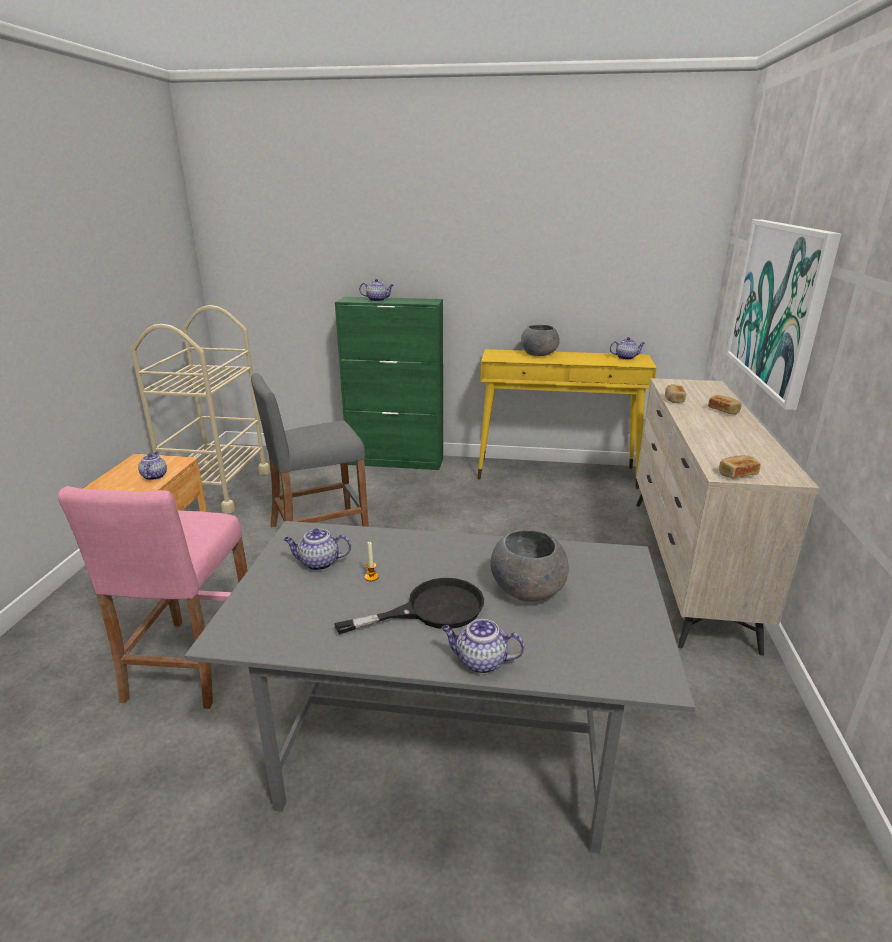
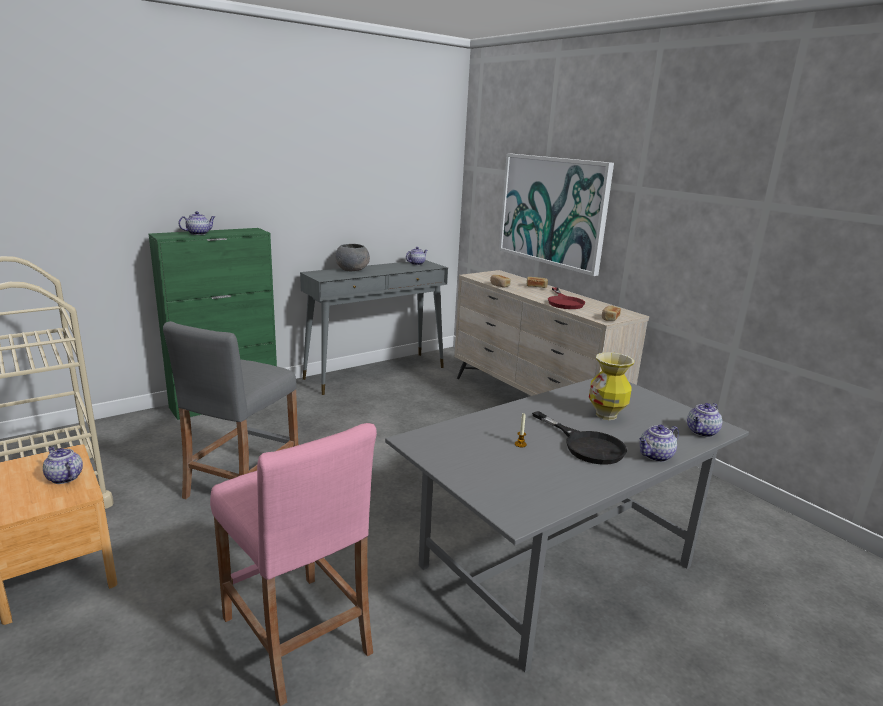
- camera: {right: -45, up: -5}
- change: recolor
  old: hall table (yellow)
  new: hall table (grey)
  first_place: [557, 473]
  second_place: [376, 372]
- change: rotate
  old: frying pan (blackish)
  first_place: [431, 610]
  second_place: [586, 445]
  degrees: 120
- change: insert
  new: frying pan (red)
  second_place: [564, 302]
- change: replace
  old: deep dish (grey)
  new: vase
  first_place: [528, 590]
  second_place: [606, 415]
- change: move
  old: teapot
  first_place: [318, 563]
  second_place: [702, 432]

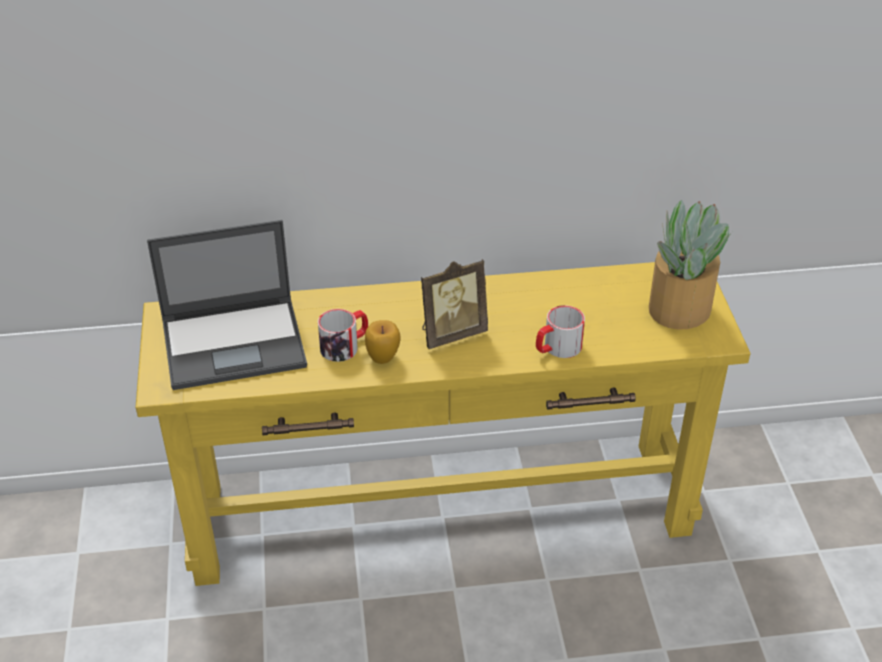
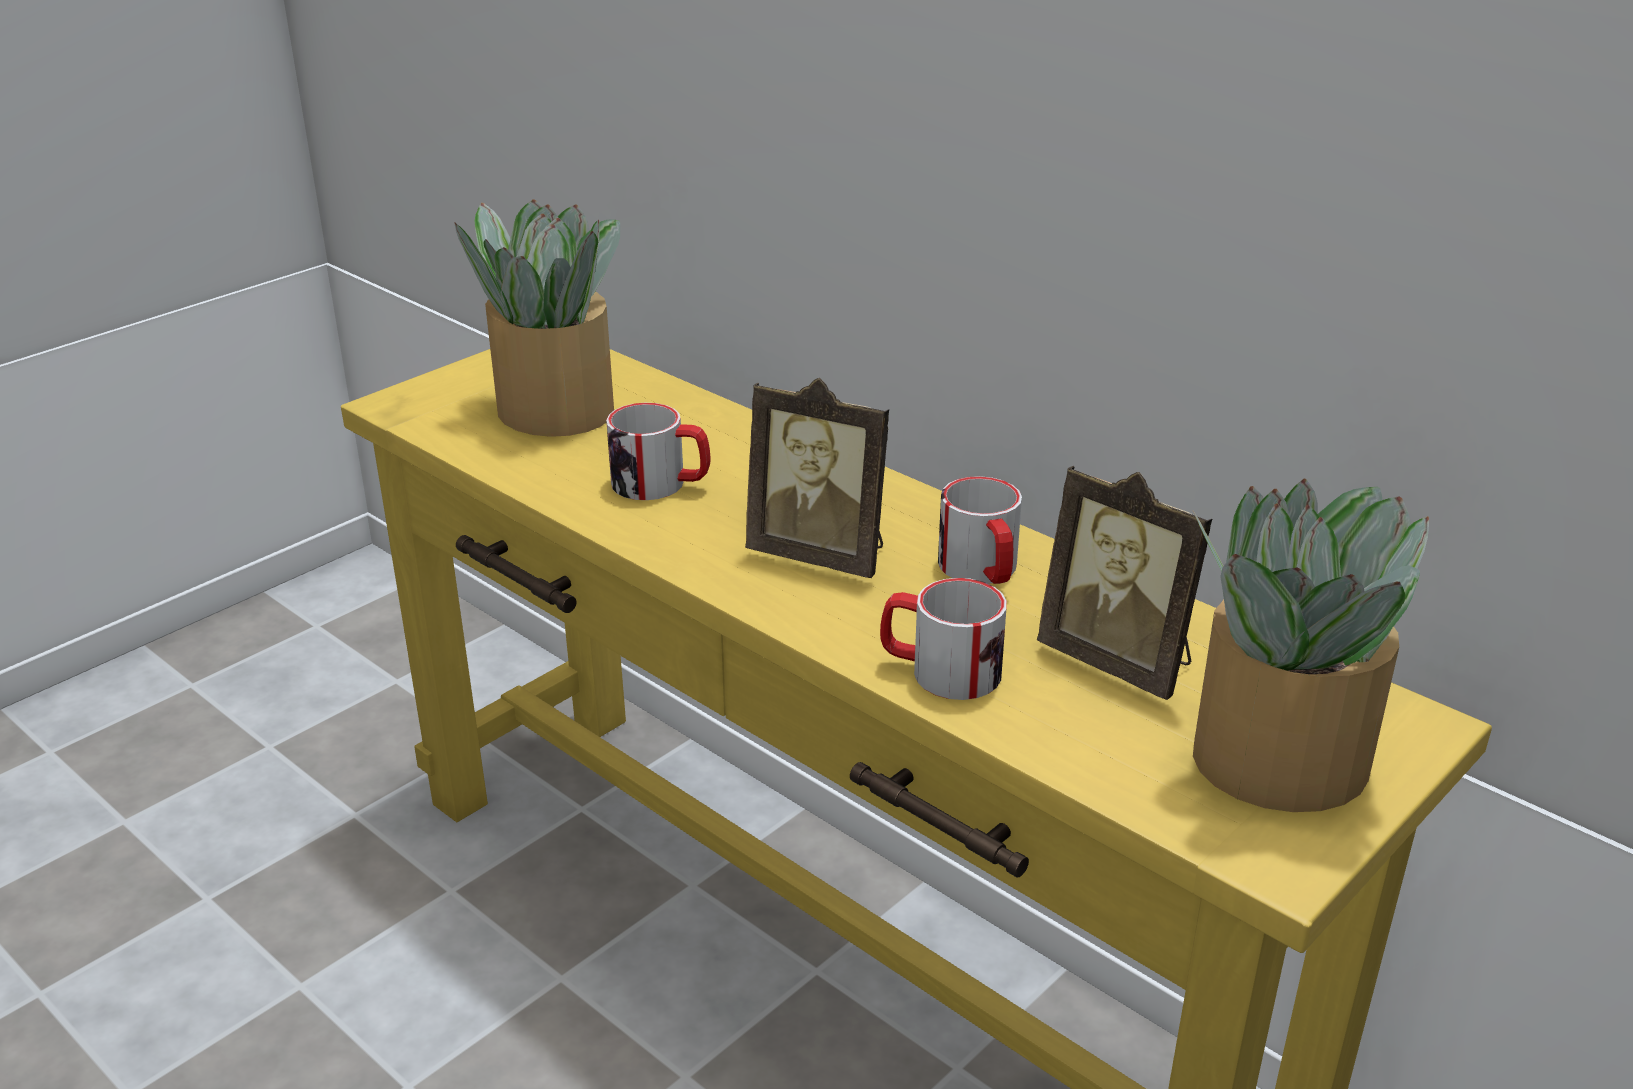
- camera: {right: 50, up: -10}
- change: replace
  old: laptop
  new: plant in a pot
  first_place: [235, 343]
  second_place: [554, 409]
- change: insert
  new: mug
  second_place: [982, 571]
- change: insert
  new: standing frame
  second_place: [1120, 661]
- change: delete
  old: whole apple
  first_place: [383, 358]

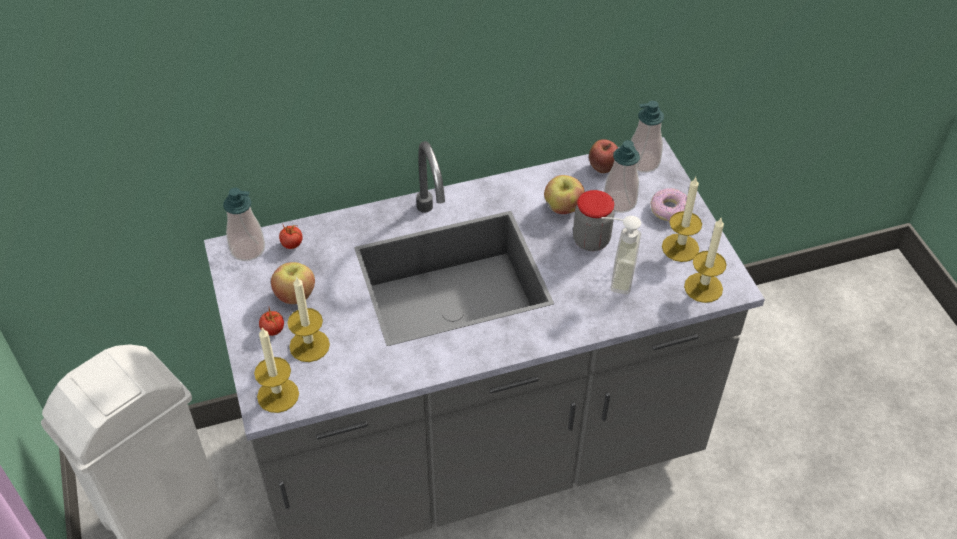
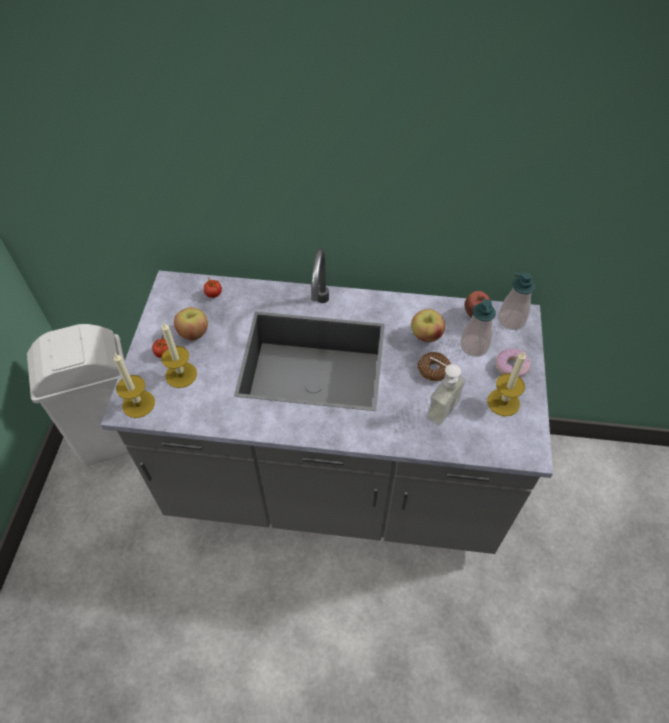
- camera: {right: 25, up: 5}
- change: replace
  old: preserve jar
  new: doughnut
  first_place: [591, 240]
  second_place: [433, 370]
- change: delete
  old: soap dispenser
  first_place: [247, 249]
- change: delete
  old: wax light
  first_place: [703, 287]

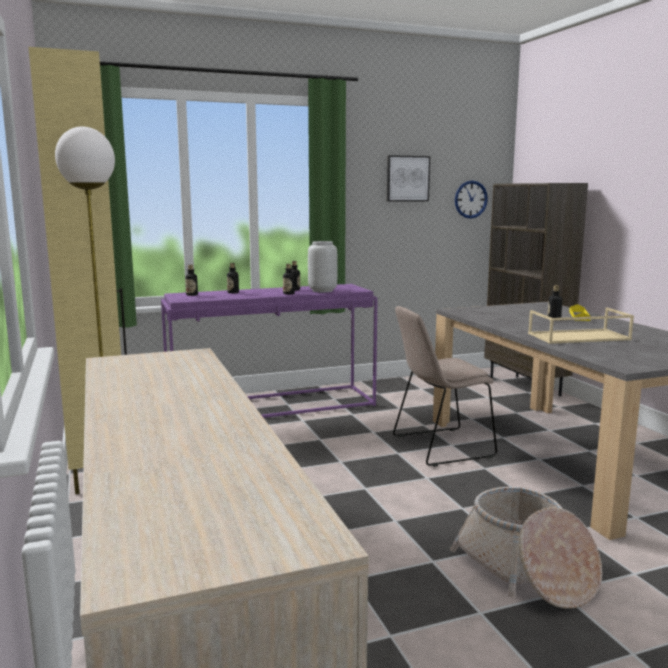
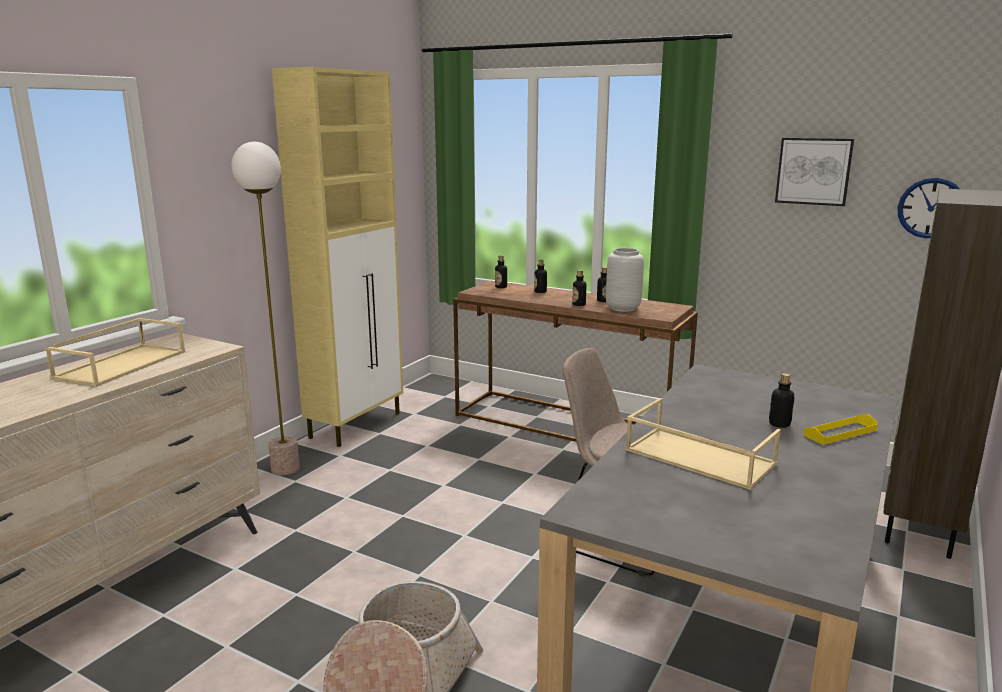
- camera: {right: 50, up: 5}
- change: insert
  new: carrying tray (sand-coloured)
  second_place: [121, 364]
- change: recolor
  old: hall table (purple)
  new: hall table (brownish)
  first_place: [273, 406]
  second_place: [569, 425]

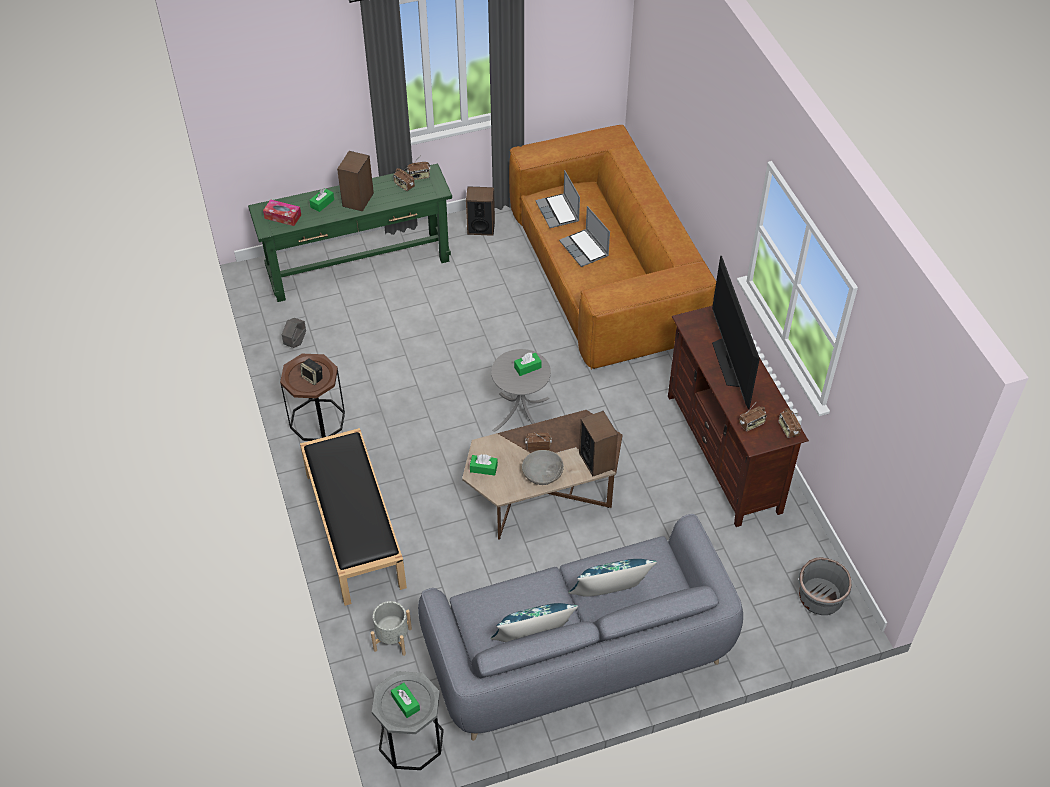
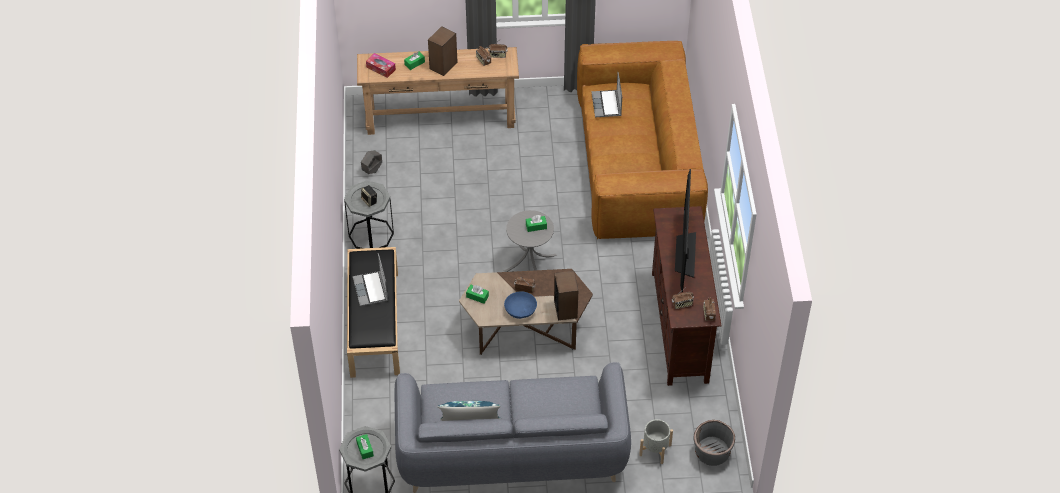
- camera: {right: 15, up: 0}
- change: recolor
  old: side table (brownish)
  new: side table (grey)
  first_place: [317, 420]
  second_place: [371, 235]
- change: move
  old: laptop
  first_place: [585, 249]
  second_place: [371, 290]
- change: recolor
  old: hall table (greenish)
  new: hall table (brownish)
  first_place: [359, 266]
  second_place: [440, 117]
- change: recolor
  old: deep dish (grey)
  new: deep dish (bluish)
  first_place: [542, 473]
  second_place: [520, 310]
- change: move
  old: flower pot (grey)
  first_place: [392, 639]
  second_place: [655, 450]
- change: delete
  old: speaker
  first_place: [481, 227]
- change: delete
  old: cushion (bluish)
  first_place: [609, 596]

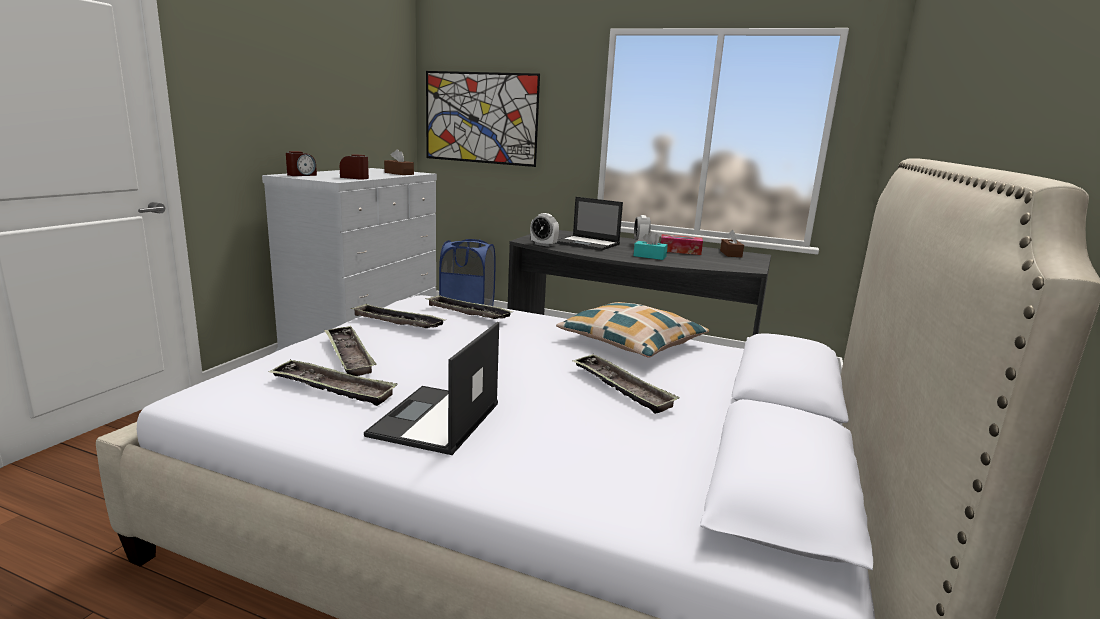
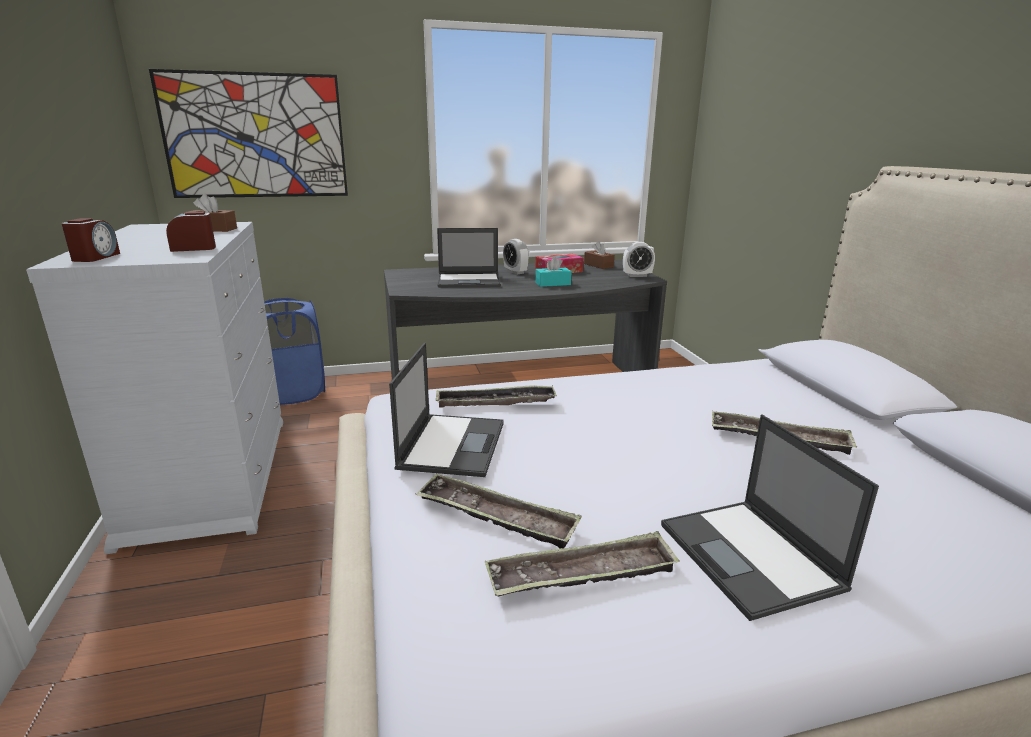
- camera: {right: -35, up: 5}
- change: replace
  old: carrying tray
  new: laptop
  first_place: [397, 322]
  second_place: [452, 444]
- change: move
  old: bedside clock
  first_place: [543, 245]
  second_place: [637, 275]
- change: delete
  old: cushion
  first_place: [632, 343]

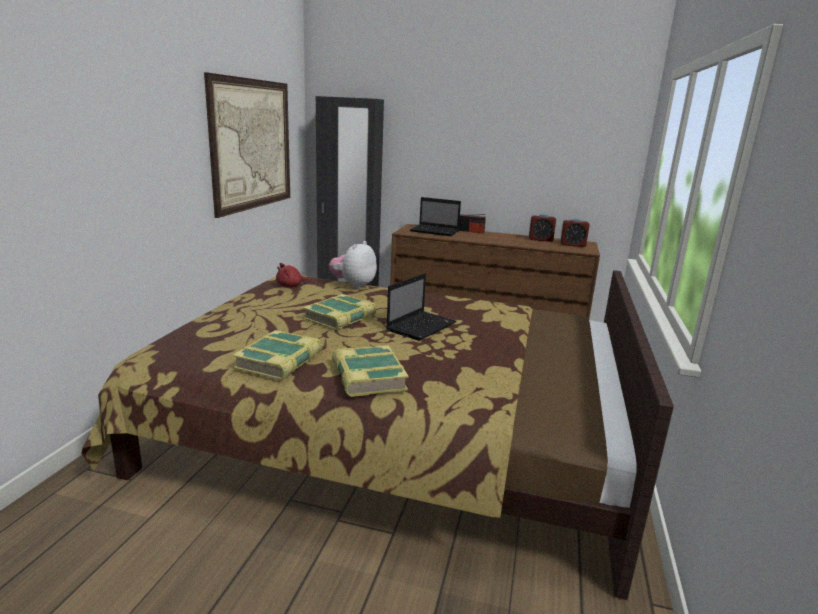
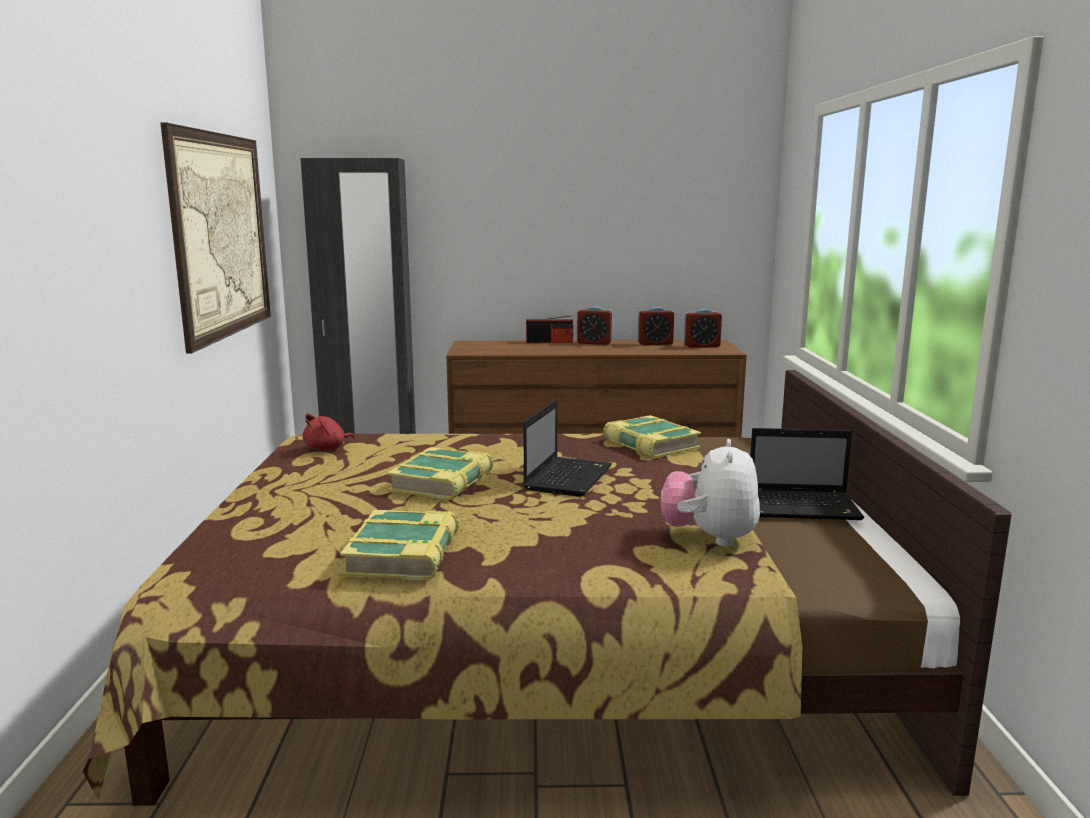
- camera: {right: -15, up: -5}
- change: insert
  new: bedside clock
  second_place: [594, 343]
- change: move
  old: volume
  first_place: [367, 377]
  second_place: [650, 444]
- change: move
  old: soft toy
  first_place: [353, 285]
  second_place: [709, 538]
- change: move
  old: laptop
  first_place: [435, 231]
  second_place: [805, 507]

